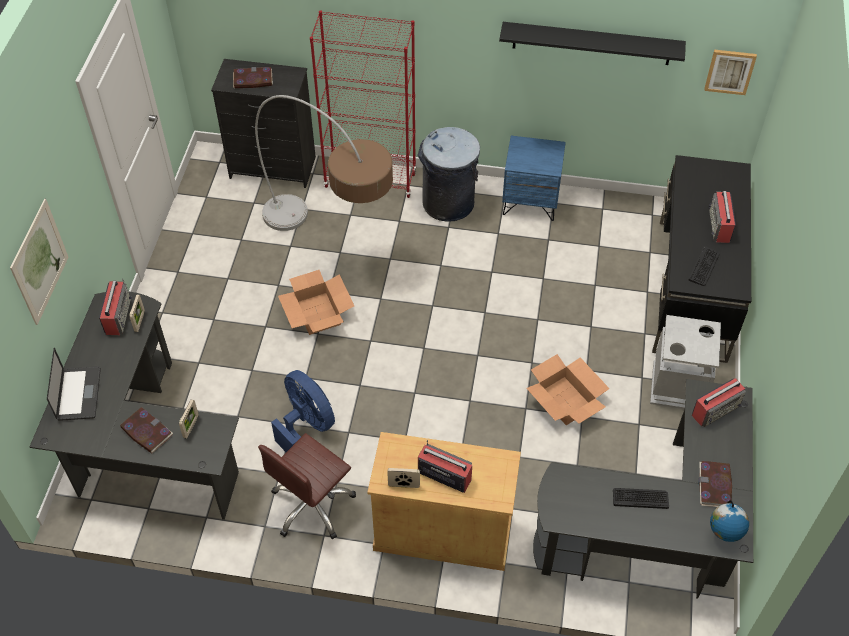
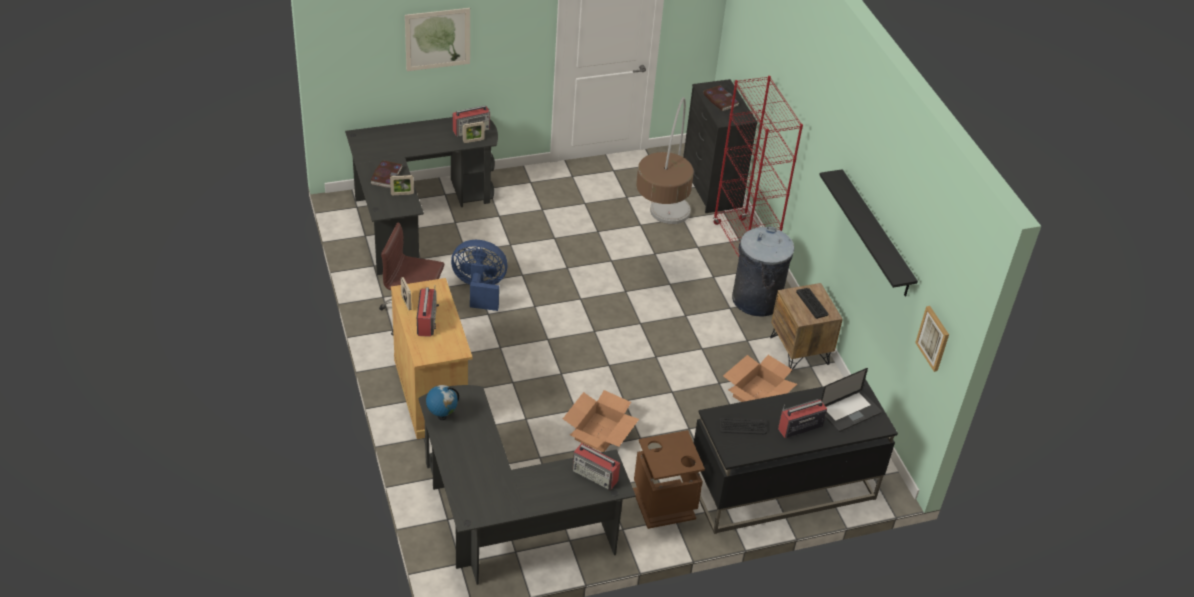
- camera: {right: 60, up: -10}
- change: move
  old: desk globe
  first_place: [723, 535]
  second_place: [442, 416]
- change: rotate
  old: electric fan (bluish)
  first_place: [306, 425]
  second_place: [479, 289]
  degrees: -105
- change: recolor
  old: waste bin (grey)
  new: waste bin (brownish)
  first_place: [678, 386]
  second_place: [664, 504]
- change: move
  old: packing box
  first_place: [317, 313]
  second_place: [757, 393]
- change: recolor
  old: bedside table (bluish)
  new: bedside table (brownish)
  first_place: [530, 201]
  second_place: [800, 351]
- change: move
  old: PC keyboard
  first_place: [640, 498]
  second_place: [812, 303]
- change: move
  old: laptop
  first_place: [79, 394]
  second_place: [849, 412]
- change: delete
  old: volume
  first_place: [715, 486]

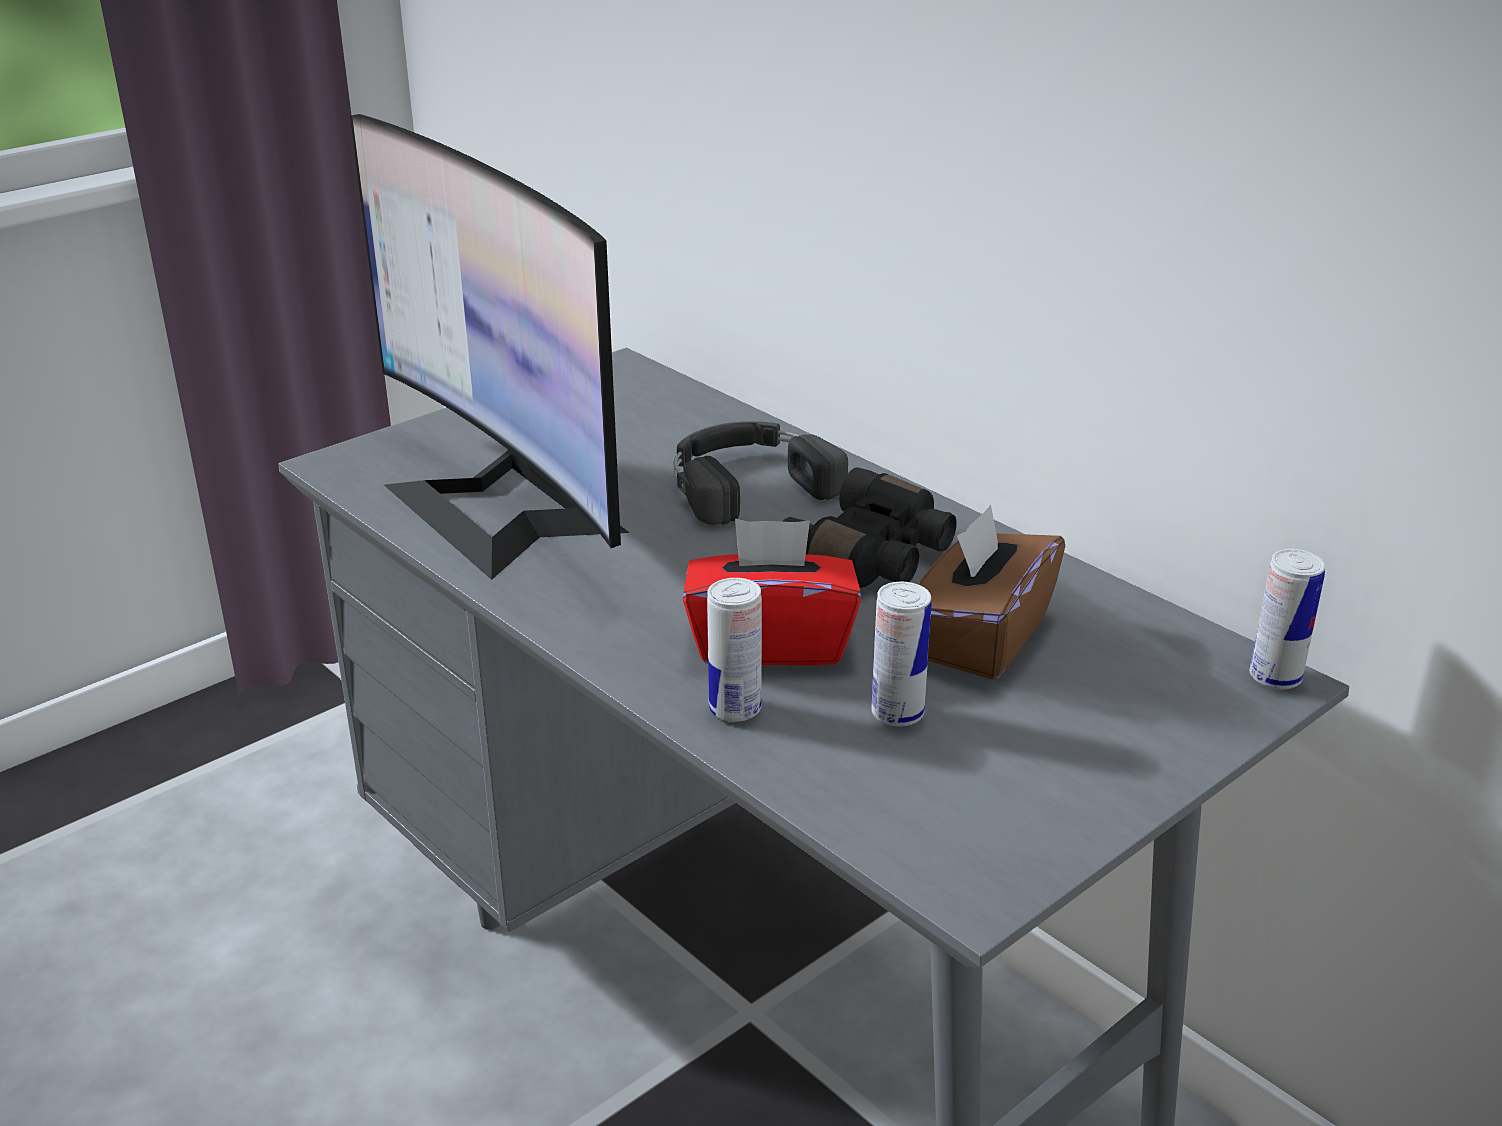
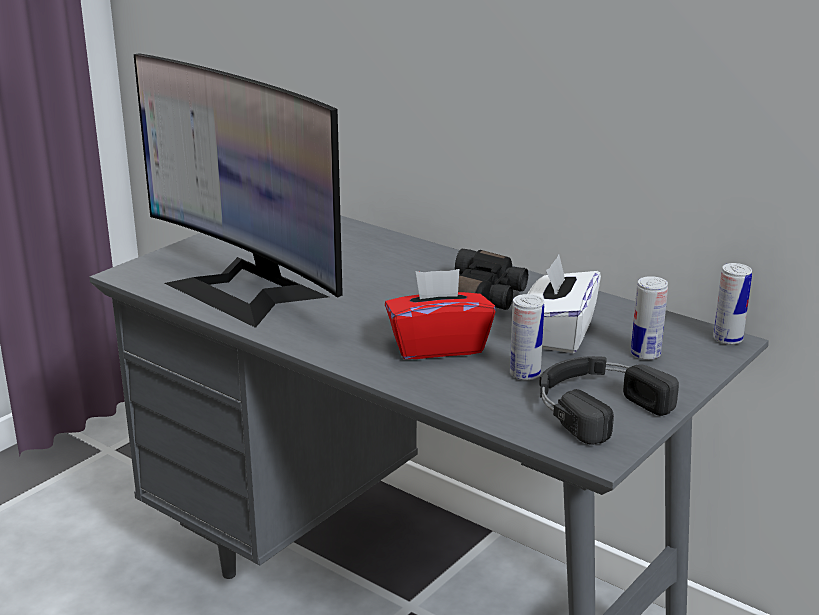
- camera: {right: -10, up: -5}
- change: recolor
  old: tissue holder (brownish)
  new: tissue holder (white-coloured)
  first_place: [980, 638]
  second_place: [558, 334]
- change: move
  old: headphones (blackish)
  first_place: [747, 482]
  second_place: [595, 406]
- change: move
  old: sealed can
  first_place: [735, 709]
  second_place: [645, 354]

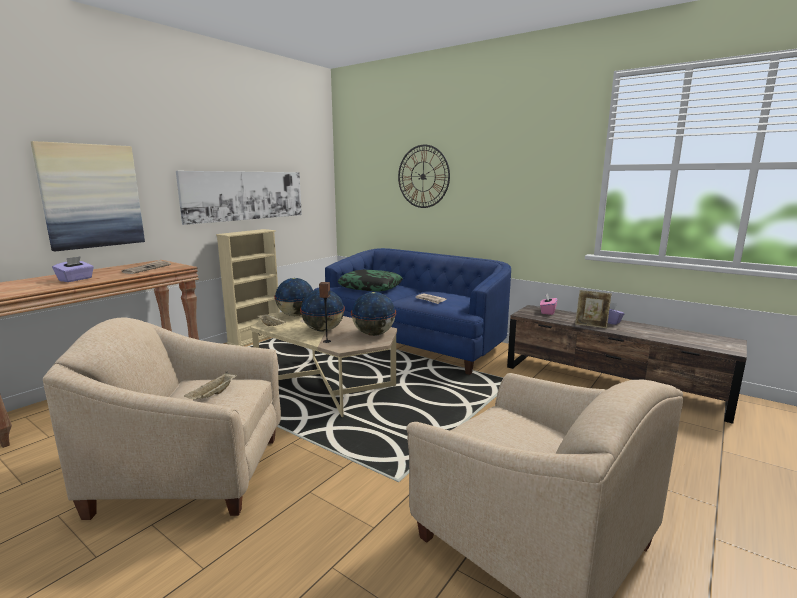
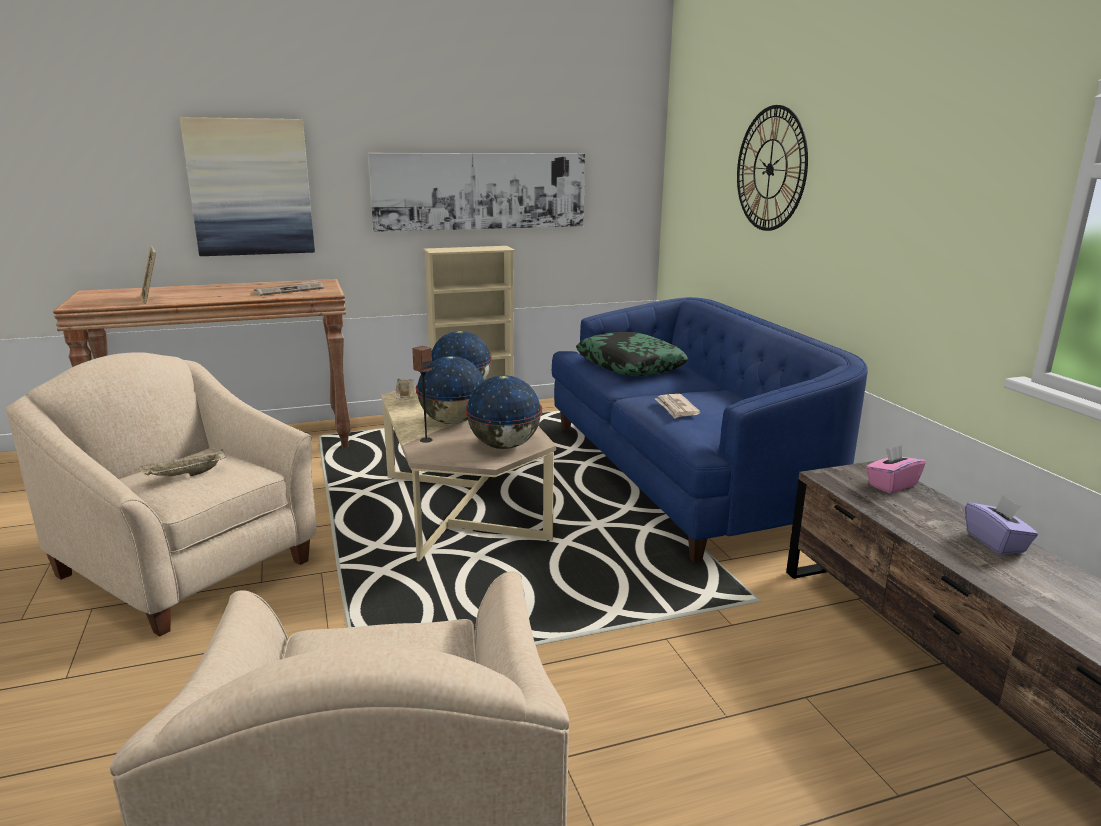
- camera: {right: 35, up: 5}
- change: move
  old: standing frame
  first_place: [591, 325]
  second_place: [152, 299]
- change: delete
  old: tissue holder (purple)
  first_place: [76, 279]

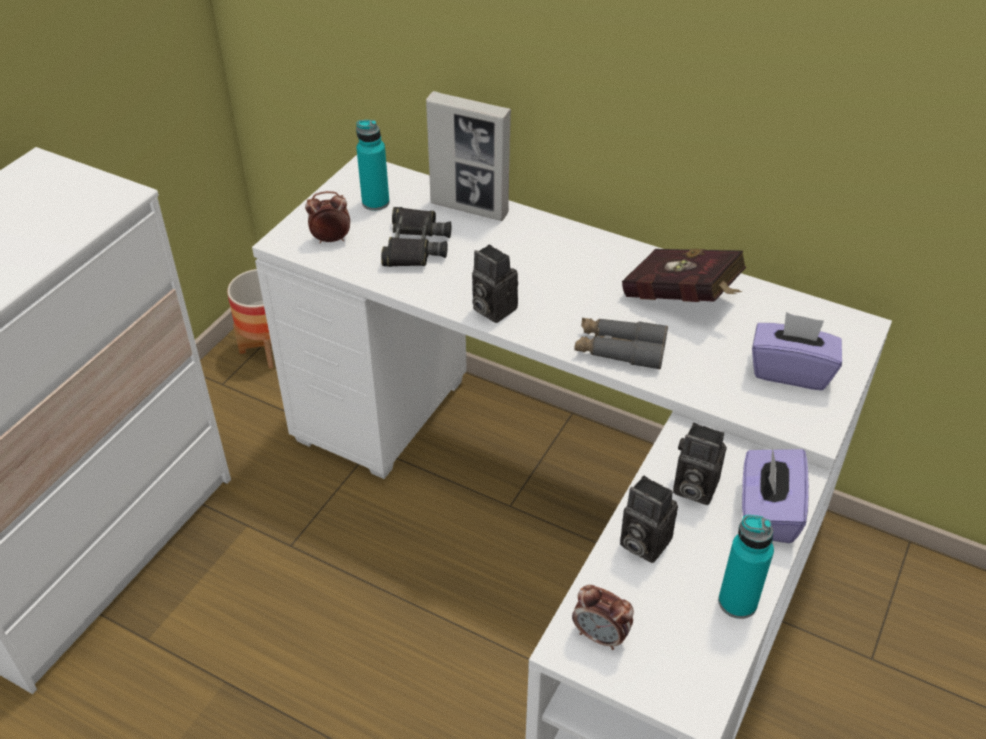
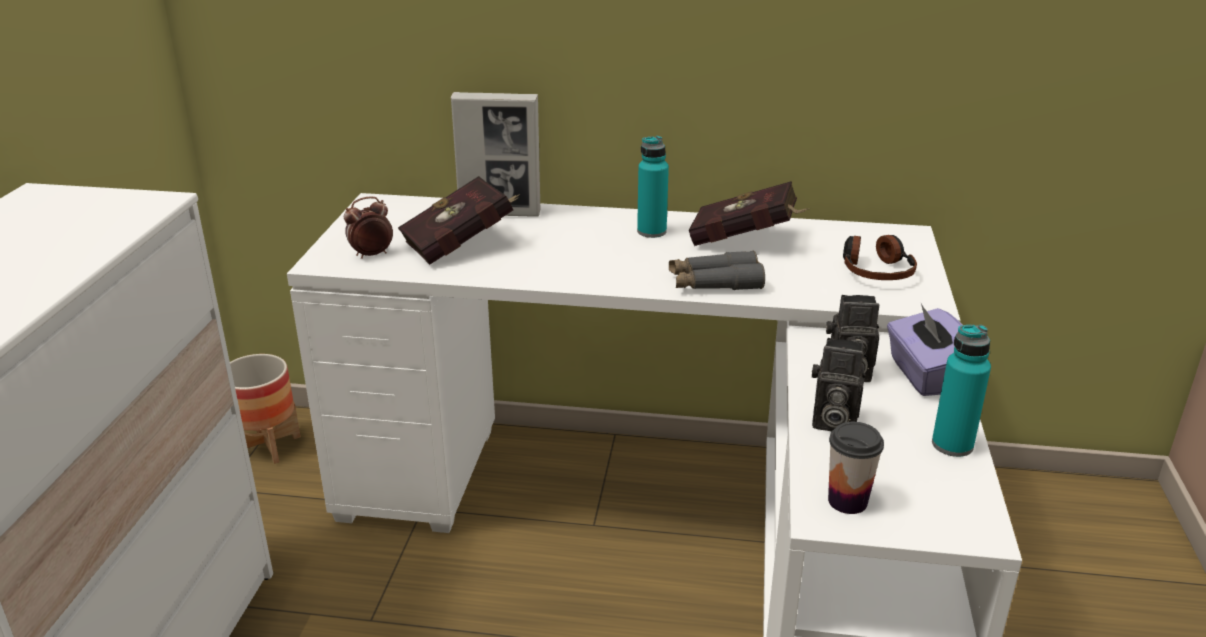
- camera: {right: -20, up: -15}
- change: replace
  old: binoculars (blackish)
  new: volume (red)
  first_place: [415, 245]
  second_place: [462, 245]
- change: move
  old: beverage bottle (blue-green)
  first_place: [375, 202]
  second_place: [651, 231]
- change: replace
  old: bedside clock
  new: cup
  first_place: [600, 636]
  second_place: [847, 501]
- change: replace
  old: tissue holder (purple)
  new: headphones
  first_place: [790, 371]
  second_place: [875, 270]
- change: delete
  old: still camera
  first_place: [491, 308]

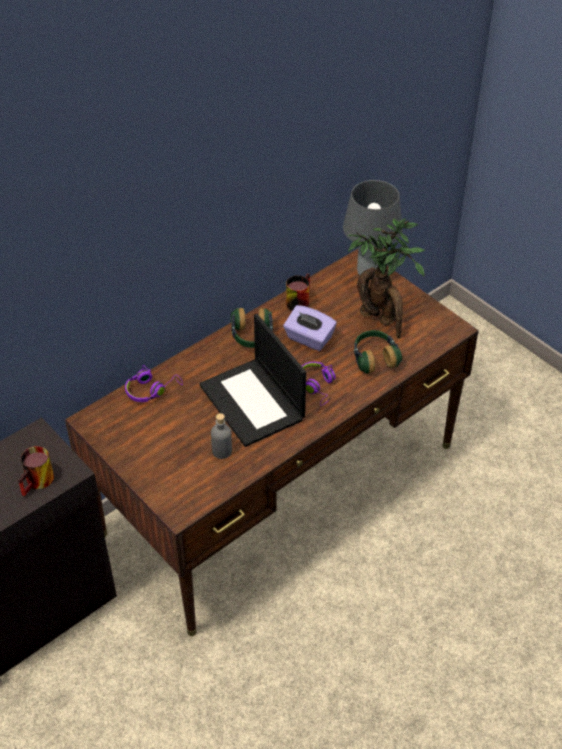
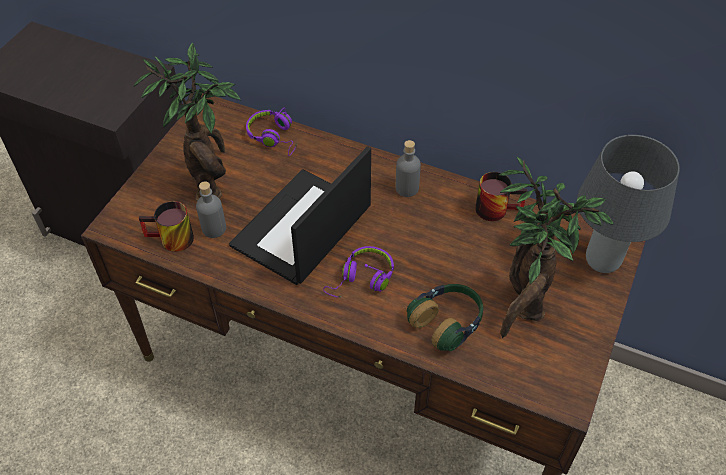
- camera: {right: 65, up: 5}
- change: insert
  new: plant in a pot
  second_place: [209, 181]
- change: move
  old: mug
  first_place: [39, 482]
  second_place: [171, 241]
- change: replace
  old: headphones
  new: beverage bottle (grey)
  first_place: [252, 336]
  second_place: [407, 188]
- change: delete
  old: tissue holder (purple)
  first_place: [309, 339]

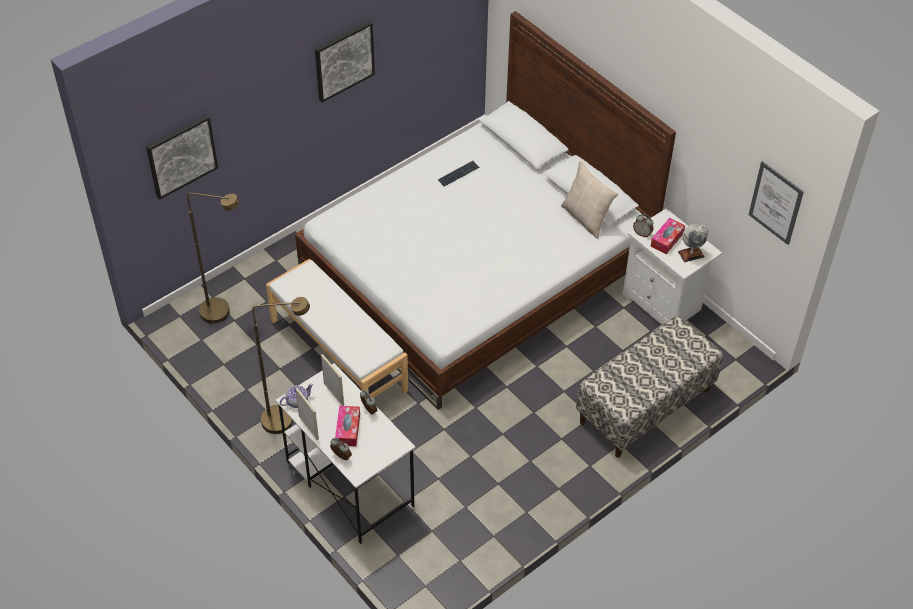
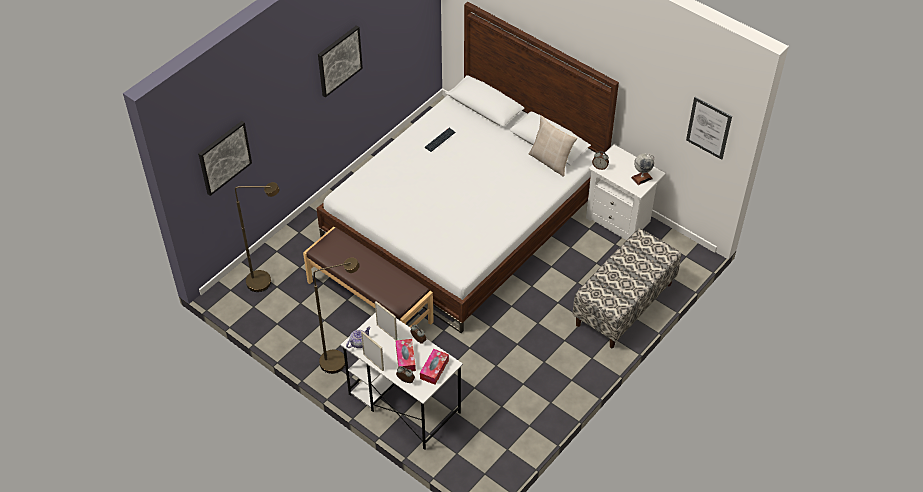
- camera: {right: -10, up: 0}
- change: recolor
  old: bench (white-coloured)
  new: bench (brownish)
  first_place: [339, 355]
  second_place: [370, 301]
- change: move
  old: tissue holder
  first_place: [667, 240]
  second_place: [434, 369]

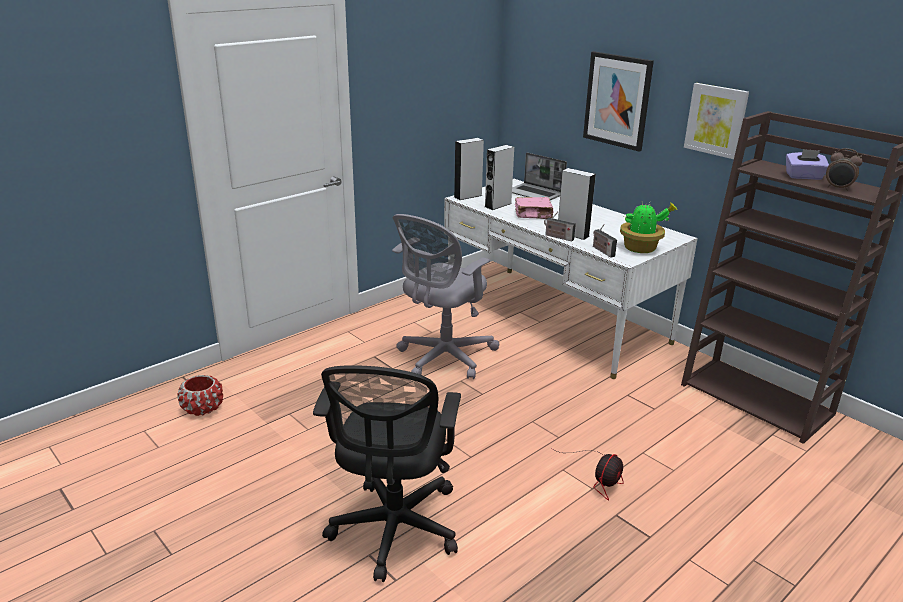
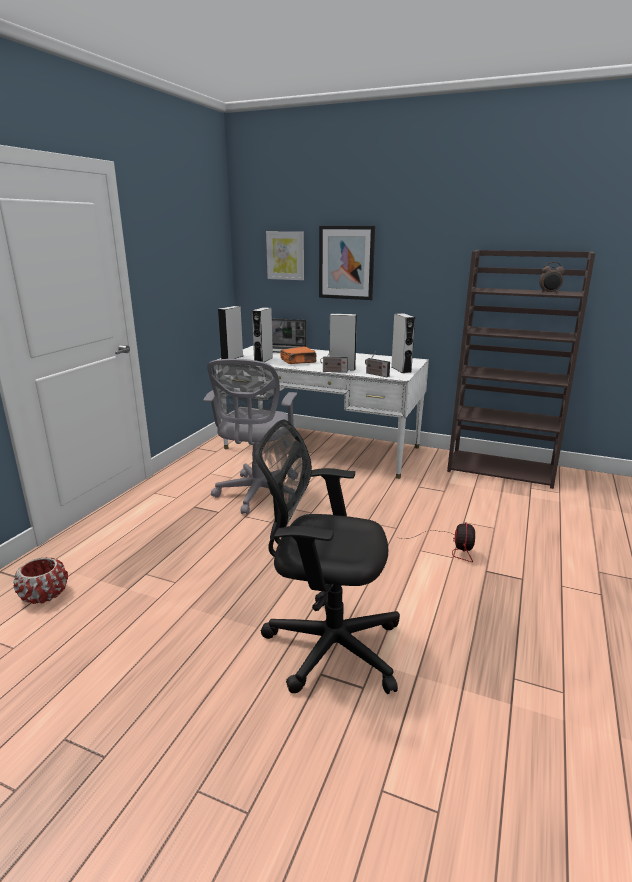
- camera: {right: -25, up: -5}
- change: rotate
  old: computer chair (blackish)
  first_place: [394, 532]
  second_place: [327, 645]
  degrees: 120
- change: move
  old: picture
  first_place: [716, 120]
  second_place: [285, 255]
- change: recolor
  old: volume (pinkish)
  new: volume (orange-coloured)
  first_place: [534, 215]
  second_place: [299, 362]
- change: replace
  old: plant in a pot
  new: speaker (grey)
  first_place: [641, 248]
  second_place: [401, 369]
- change: delete
  old: tissue holder (purple)
  first_place: [804, 177]

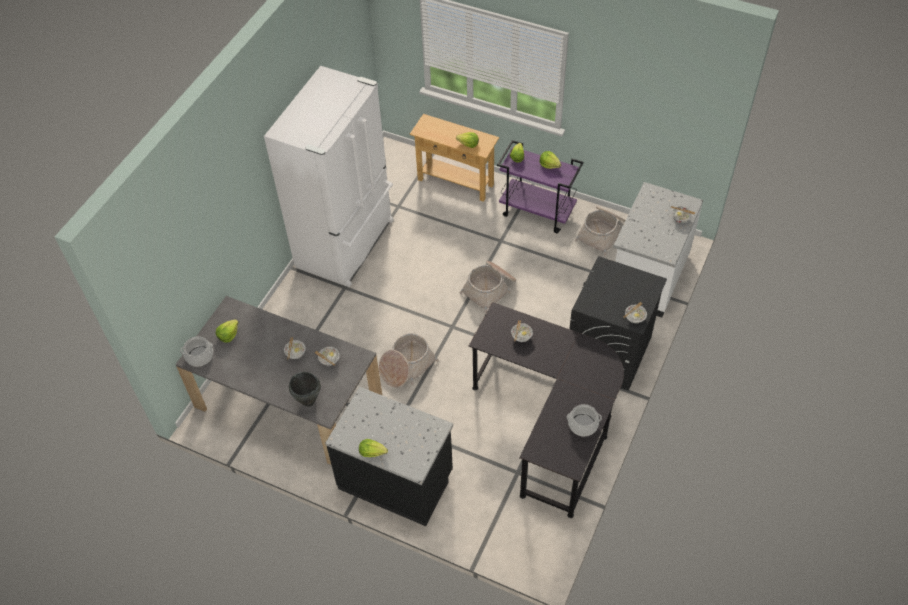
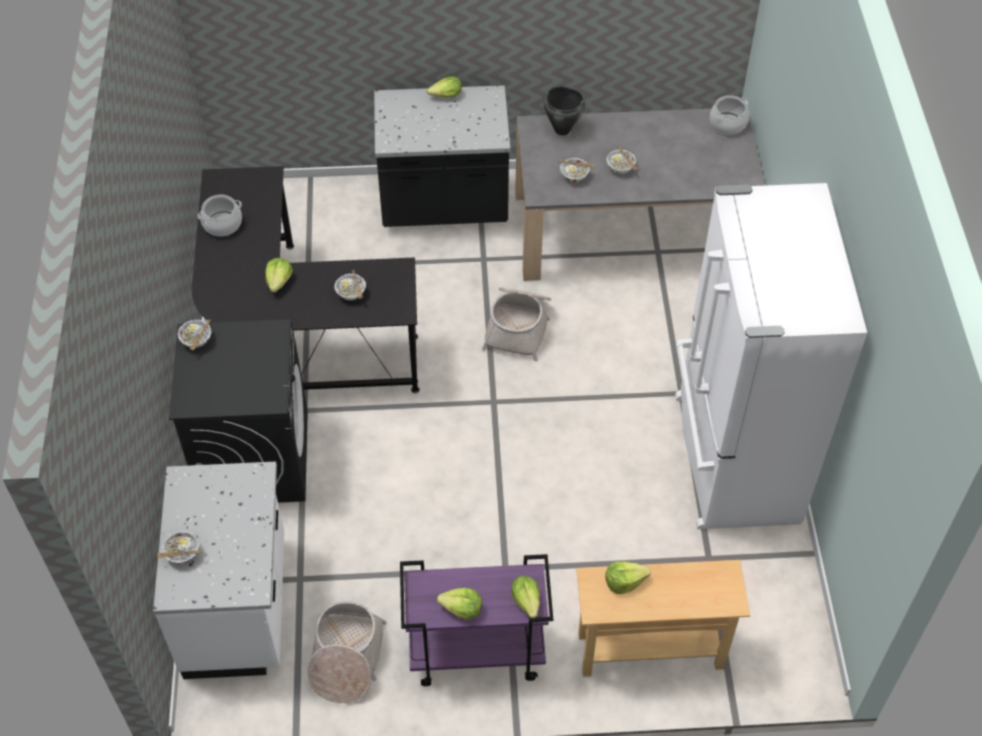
- camera: {right: 150, up: 0}
- change: move
  old: lettuce
  first_place: [228, 335]
  second_place: [279, 281]
- change: delete
  old: storage basket
  first_place: [490, 289]

